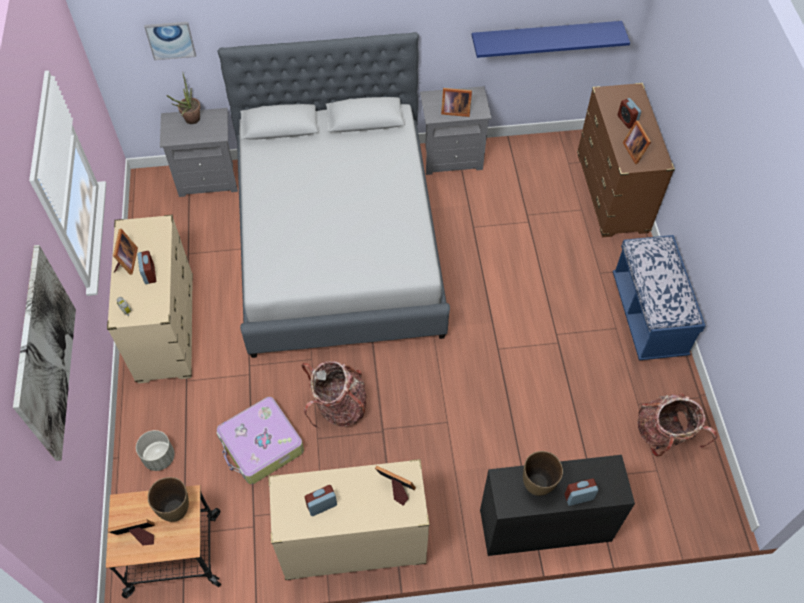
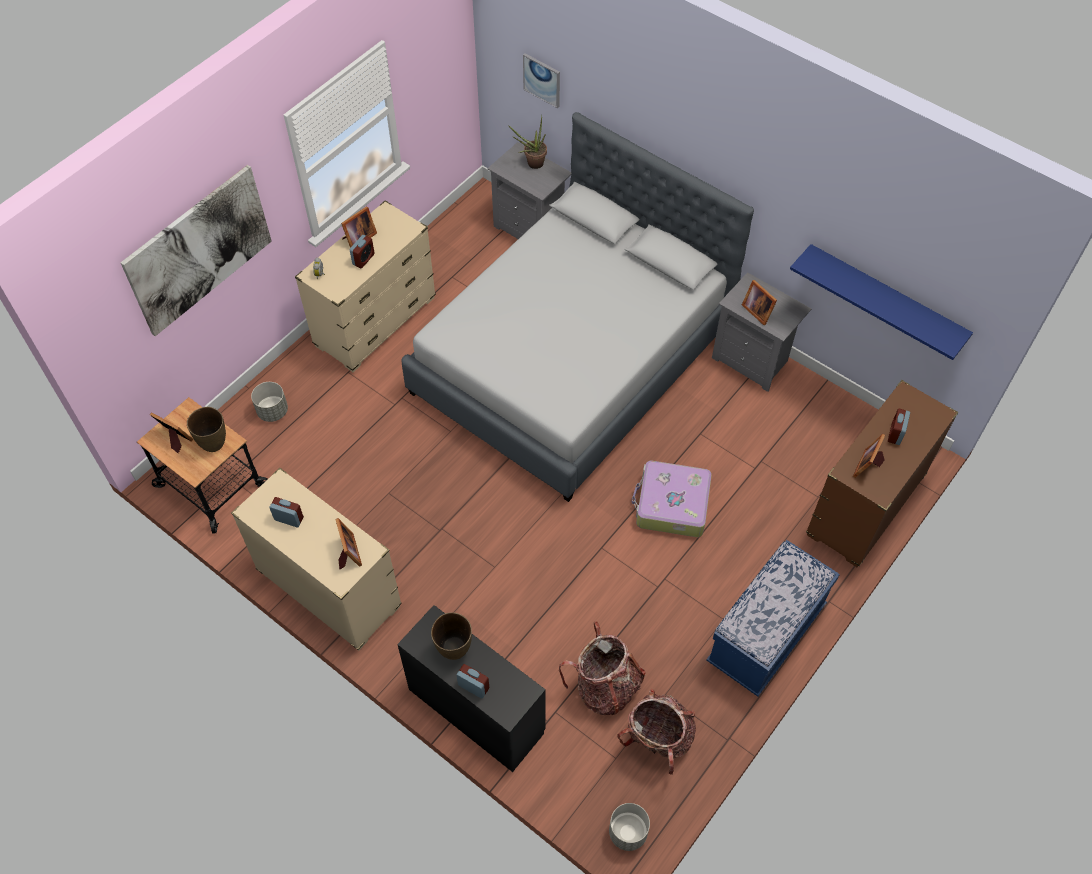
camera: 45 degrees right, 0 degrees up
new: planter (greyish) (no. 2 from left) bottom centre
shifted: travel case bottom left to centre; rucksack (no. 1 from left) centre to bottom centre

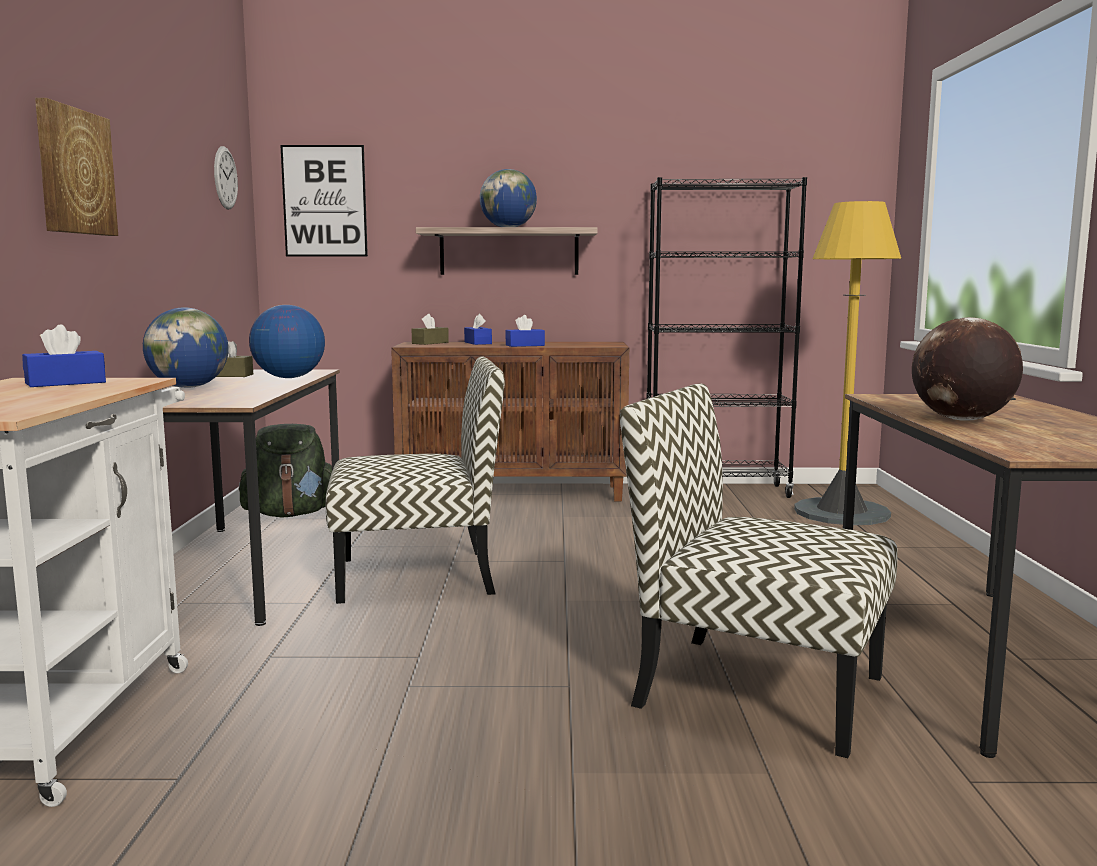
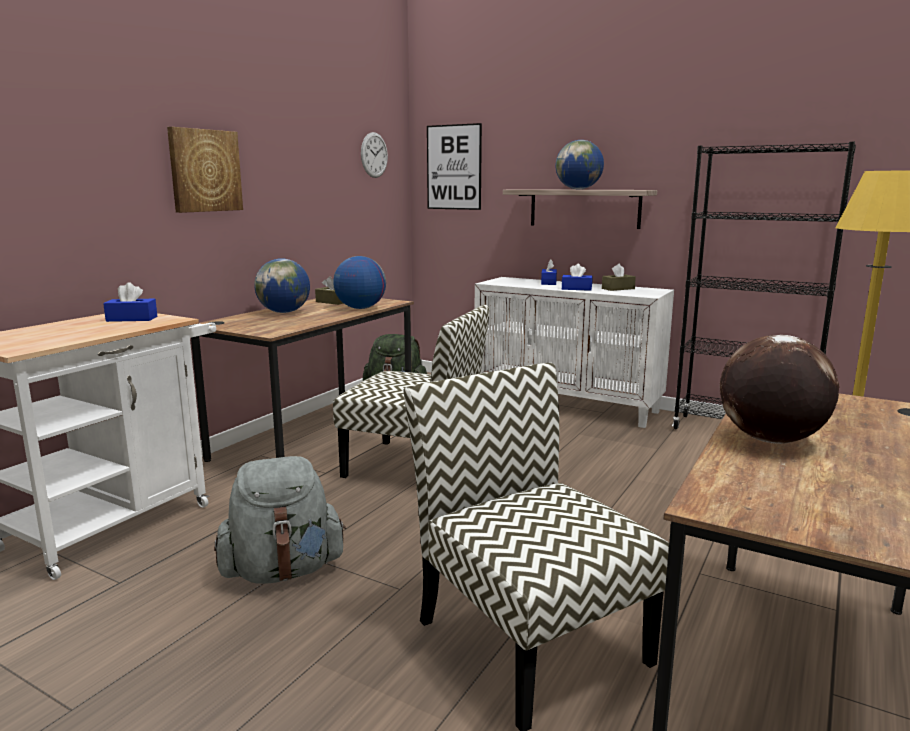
camera: 30 degrees right, 5 degrees up
new: rucksack (greyish) bottom left
shifted: box of tissues (brownish) (no. 2 from left) centre to middle right
repainted: storage cabinet (brownish) centre to storage cabinet (white) centre

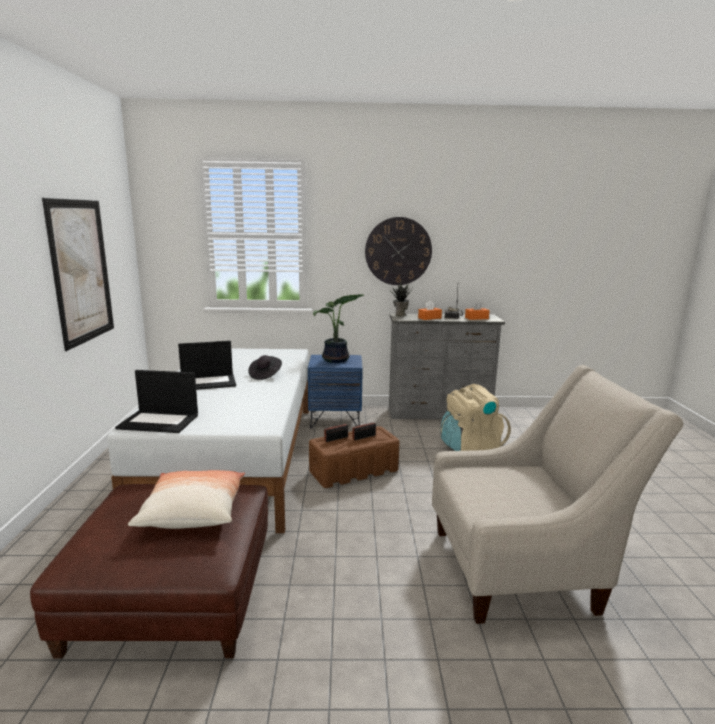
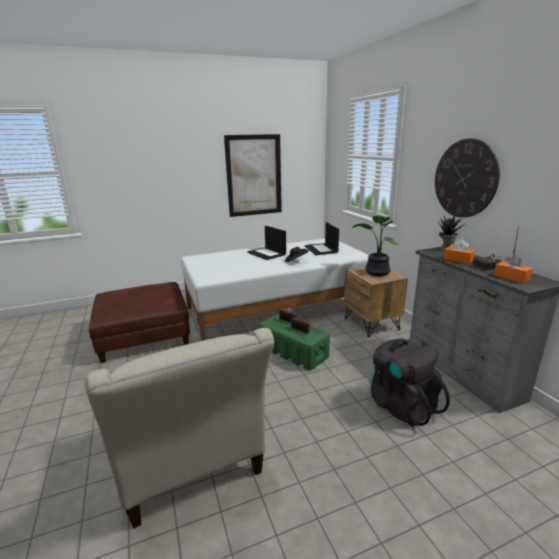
camera: 70 degrees right, 5 degrees up
gone: throw pillow bottom left
shifted: portable computer (no. 1 from left in the first image) middle left to portable computer (no. 2 from left) centre
repainted: bedside table (blue-coloured) centre to bedside table (brownish) middle right; storage bin (brownish) centre to storage bin (green) centre; rucksack (beige-coloured) centre to rucksack (black) bottom right

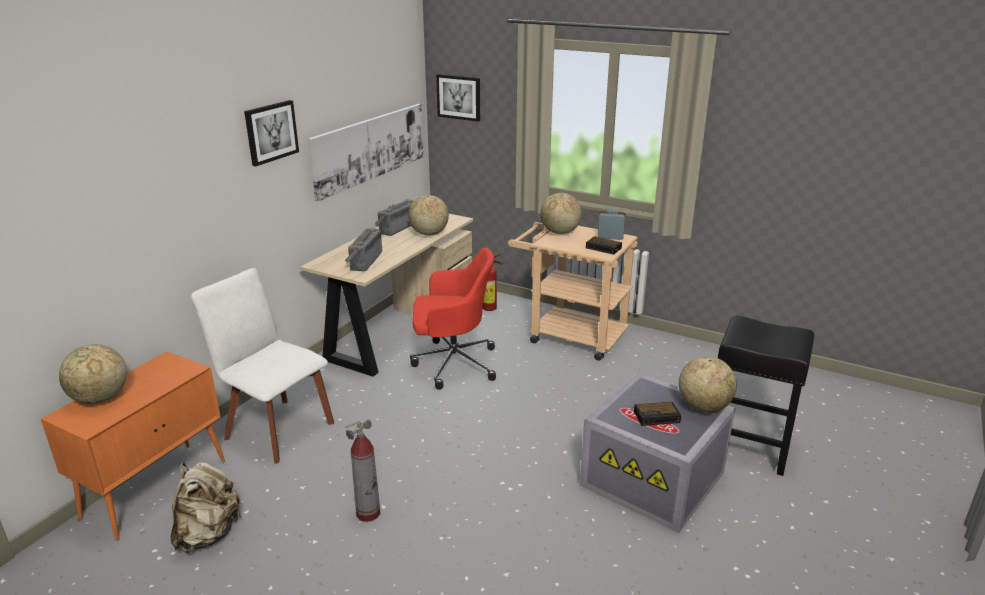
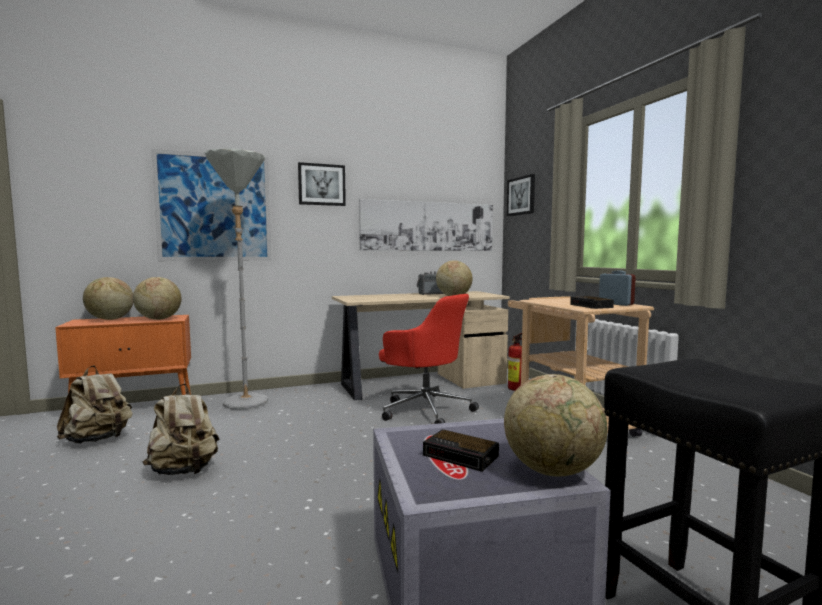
camera: 40 degrees right, 20 degrees down
gone: radio receiver (no. 1 from left) centre
new: wall art (no. 1 from left) middle left
shifted: globe (no. 3 from left in the first image) centre to globe (no. 2 from left) middle left
swapped: plain chair (white) middle left to standard lamp (greyish) middle left; fire extinguisher (no. 1 from left) bottom centre to rucksack (beige-coloured) (no. 2 from left) bottom left

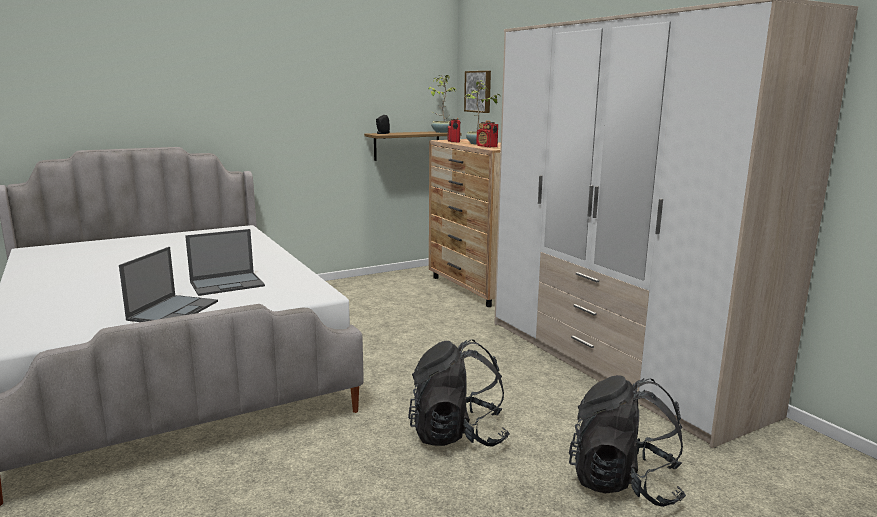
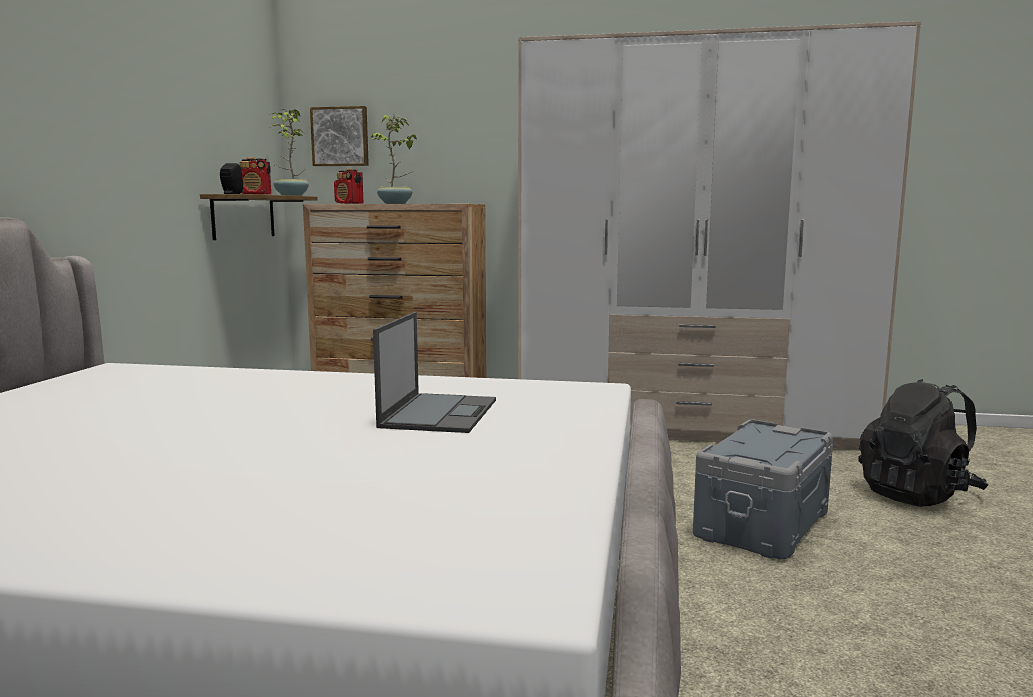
camera: 50 degrees left, 5 degrees down
gone: portable computer (no. 1 from left) middle left
shifted: radio receiver (no. 2 from left in the first image) top centre to radio receiver (no. 1 from left) top left
swapped: rucksack (black) (no. 1 from left) bottom centre to storage bin (greyish) bottom right

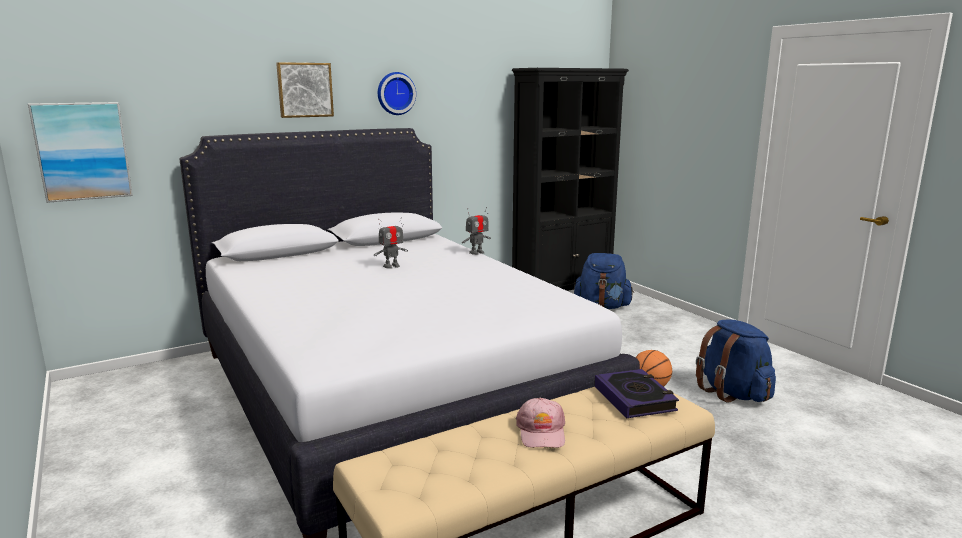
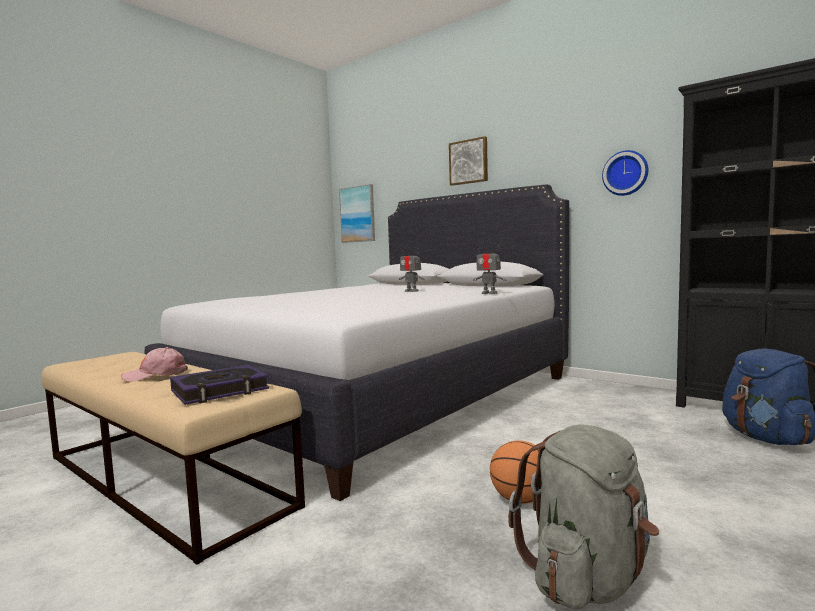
camera: 70 degrees right, 10 degrees down
shifted: hanging clock top centre to top right
repainted: rucksack (blue-coloured) (no. 2 from left) bottom right to rucksack (greyish) bottom right

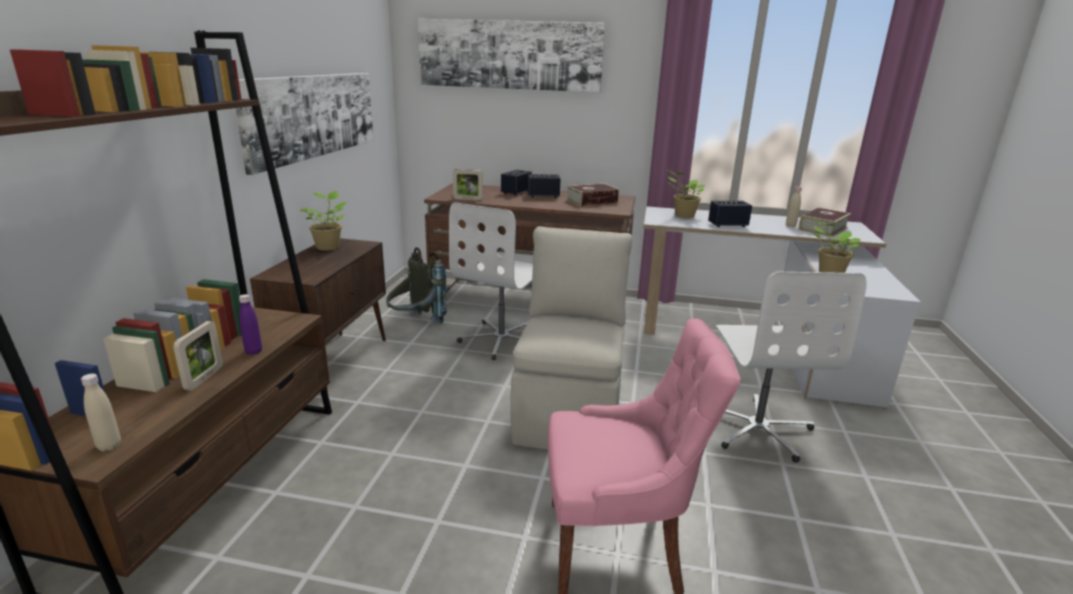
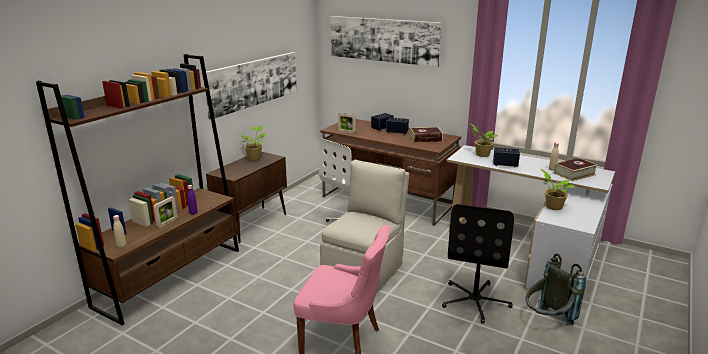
camera: 20 degrees right, 0 degrees up
shifted: rucksack (greyish) centre to bottom right
repainted: office chair (white) (no. 2 from left) middle right to office chair (black) bottom right

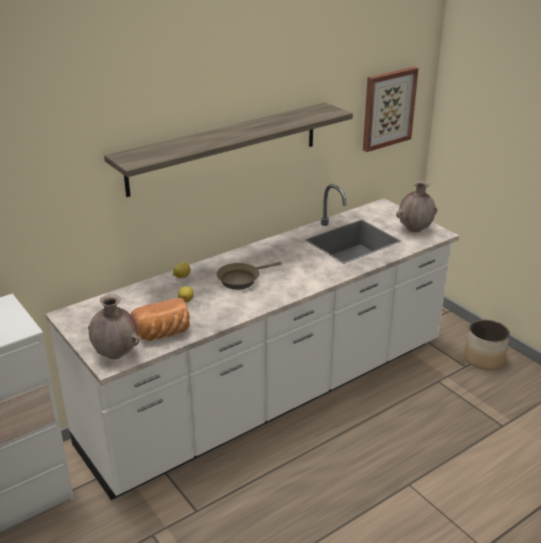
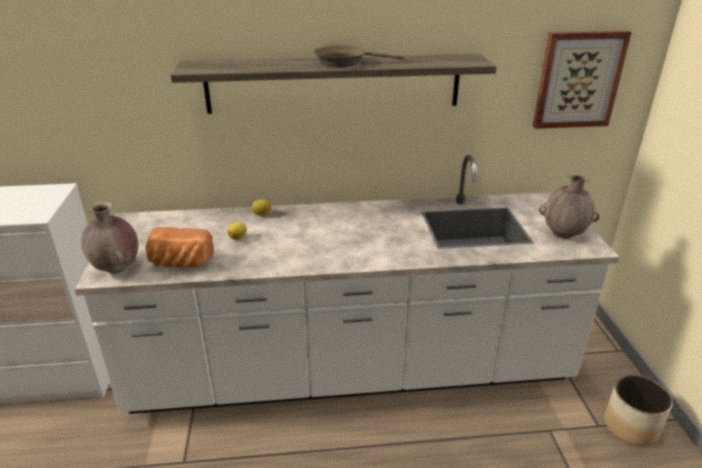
camera: 30 degrees right, 0 degrees up
shifted: frying pan (brownish) centre to top centre

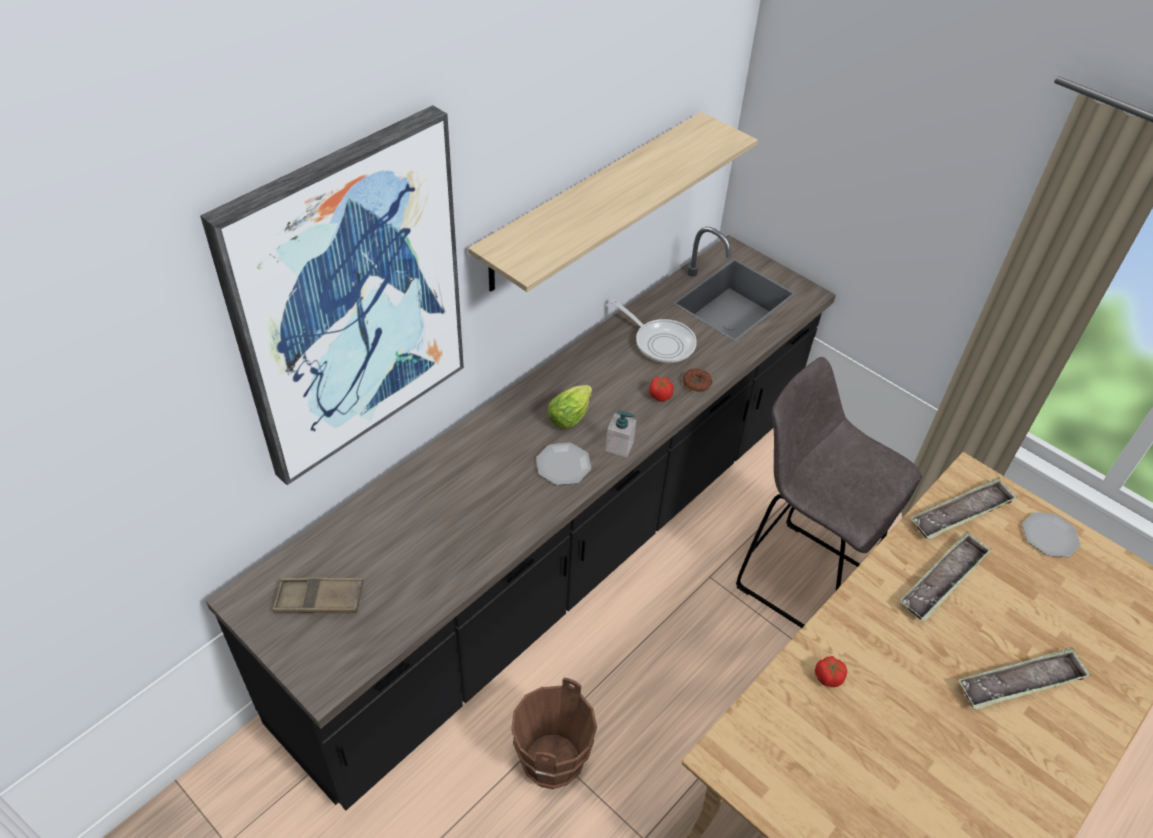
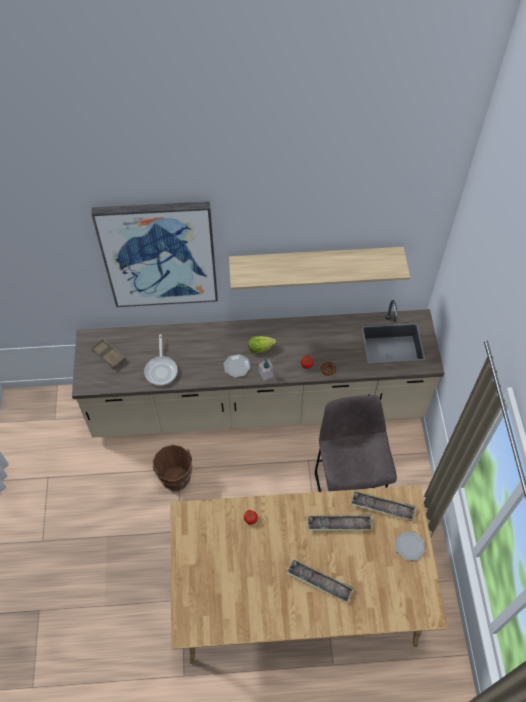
camera: 45 degrees right, 10 degrees up
shifted: frying pan centre to middle left
repainted: counter (black) centre to counter (beige-coloured) centre

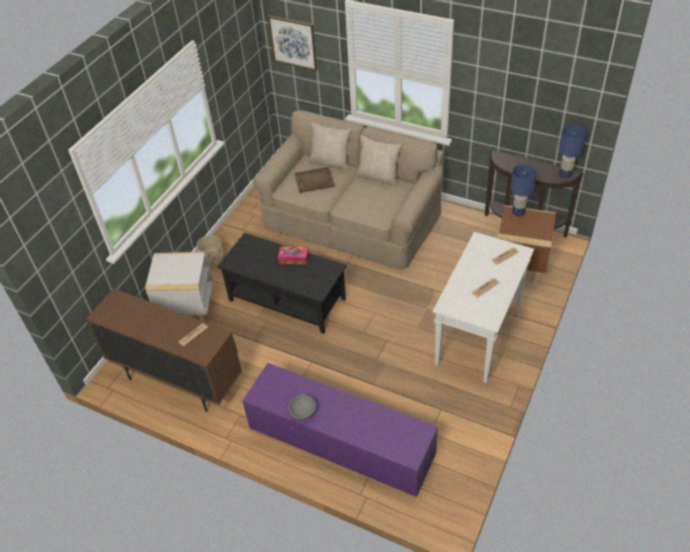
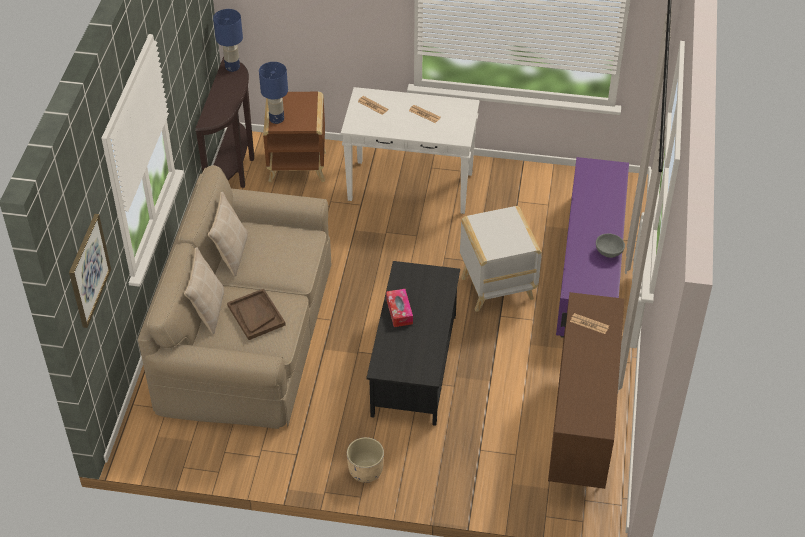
camera: 110 degrees left, 0 degrees up
shifted: end table (white) middle left to centre

